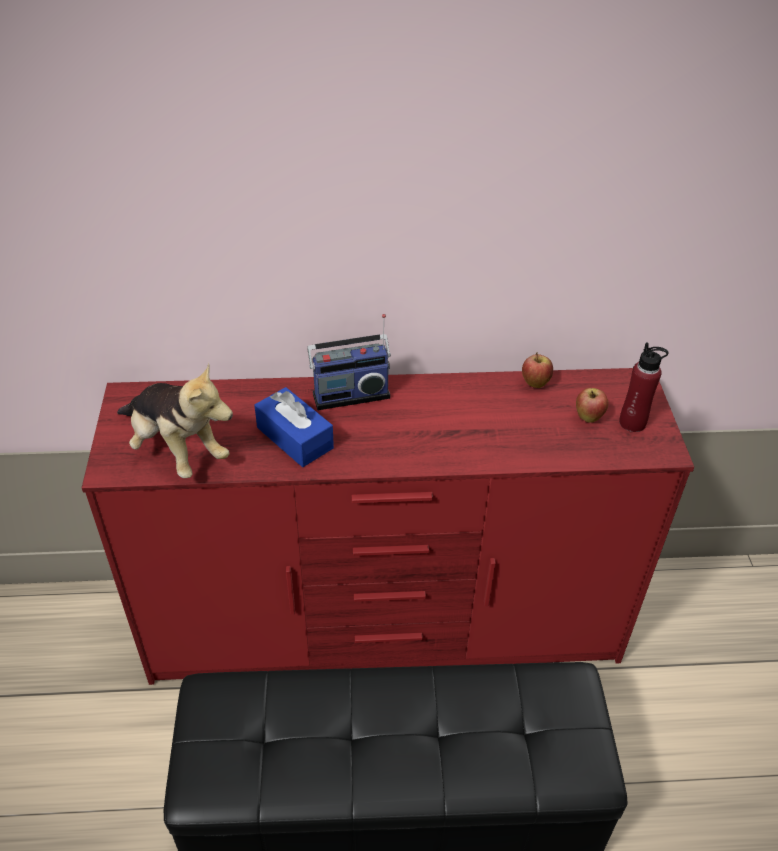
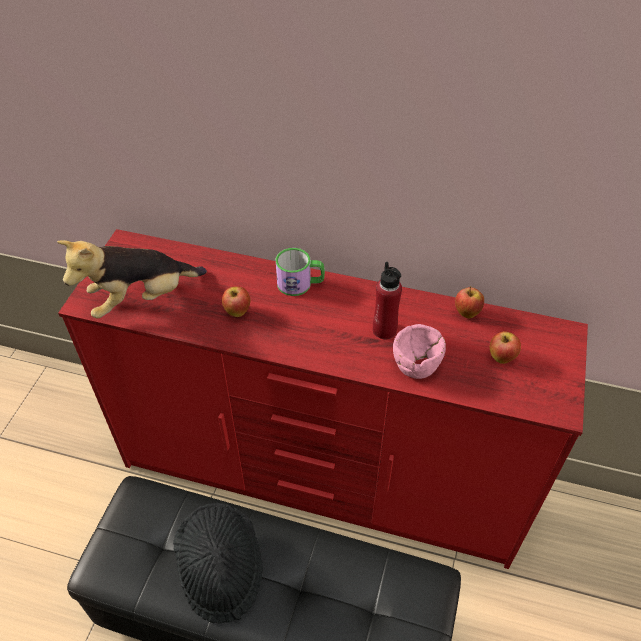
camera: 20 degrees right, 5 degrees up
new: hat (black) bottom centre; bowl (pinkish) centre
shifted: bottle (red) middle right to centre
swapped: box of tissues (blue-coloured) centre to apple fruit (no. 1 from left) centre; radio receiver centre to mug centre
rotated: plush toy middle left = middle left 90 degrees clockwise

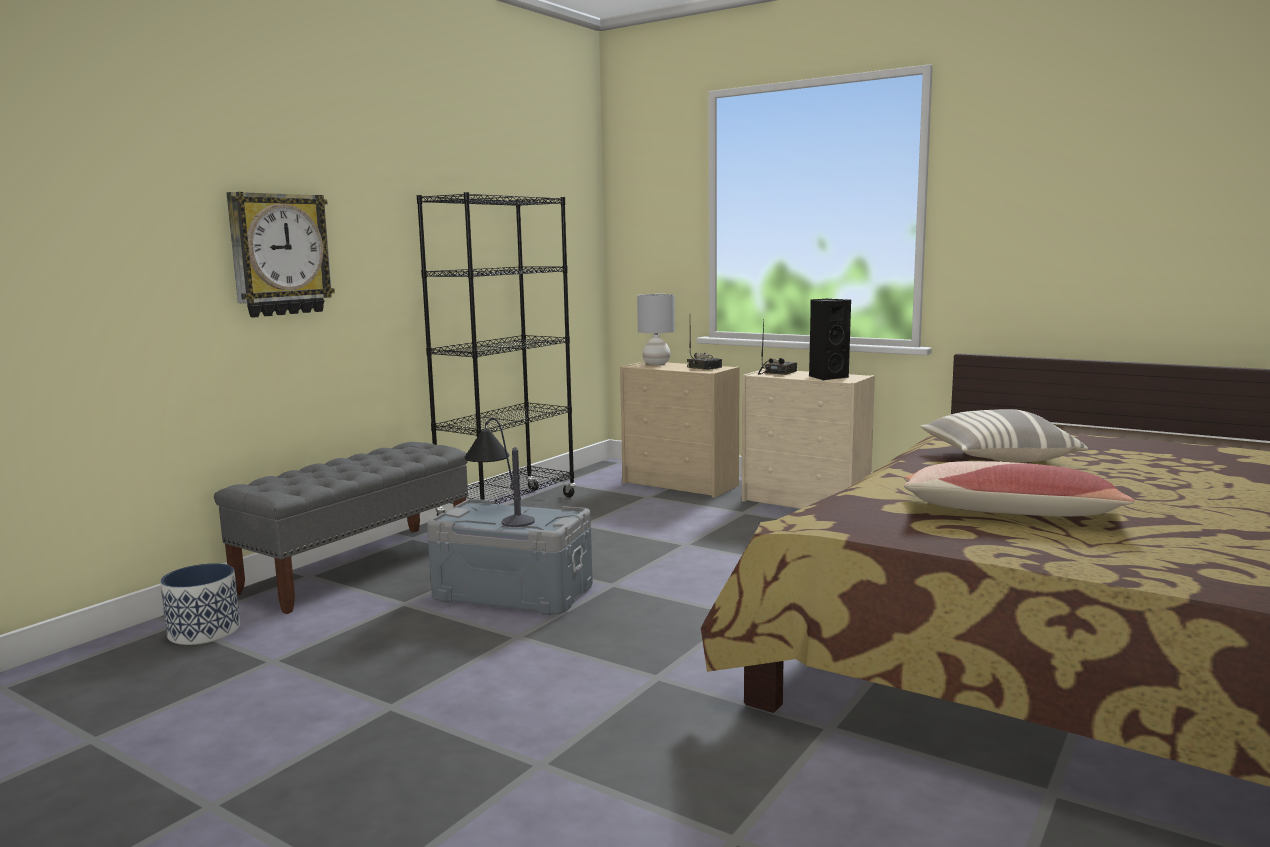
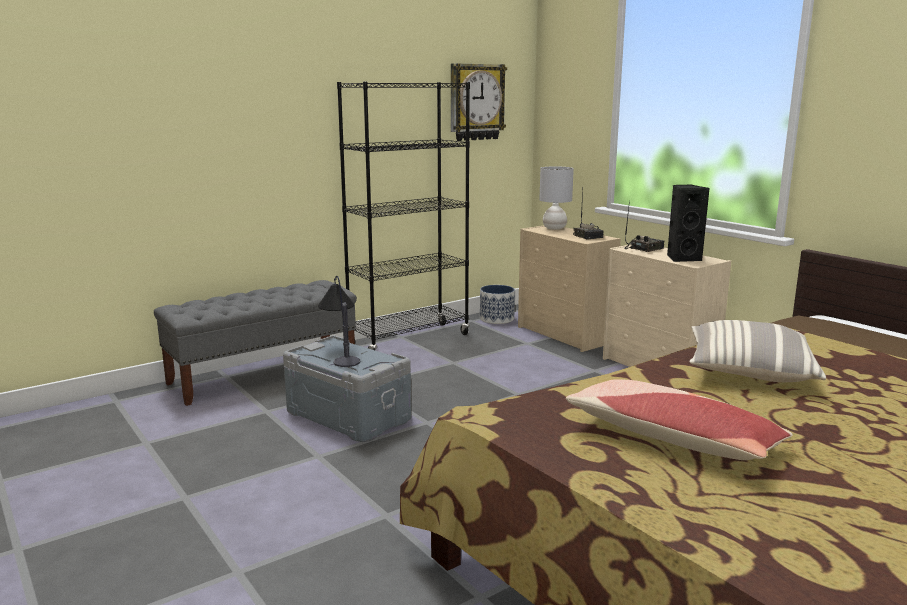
camera: 20 degrees right, 5 degrees up
shifted: planter bottom left to centre; hanging clock top left to top centre

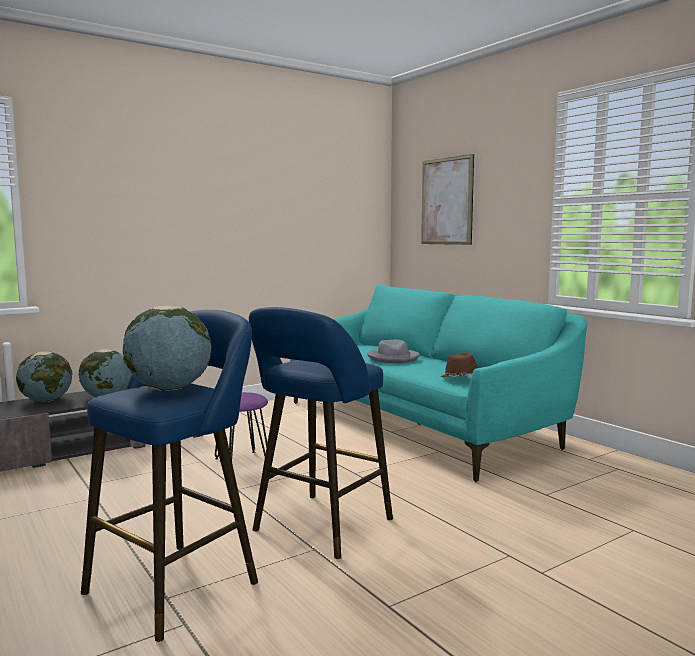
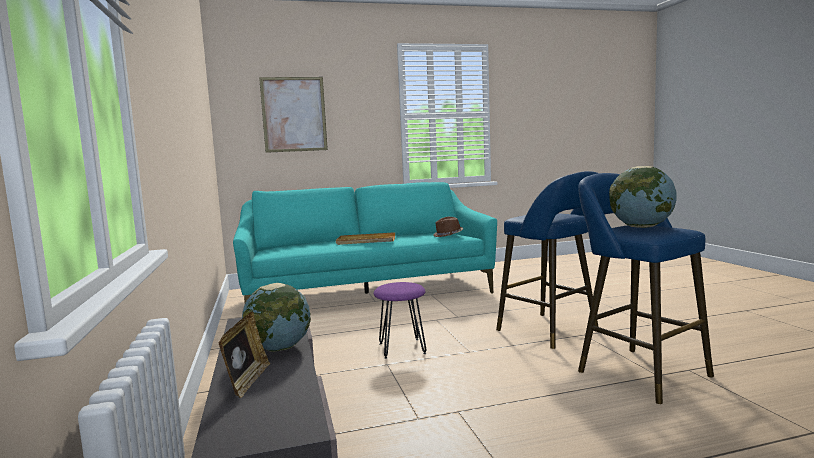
camera: 70 degrees left, 0 degrees up
swapped: globe (no. 1 from left) middle left to photo frame bottom left; hat (greyish) centre to serving tray (beige-coloured) centre

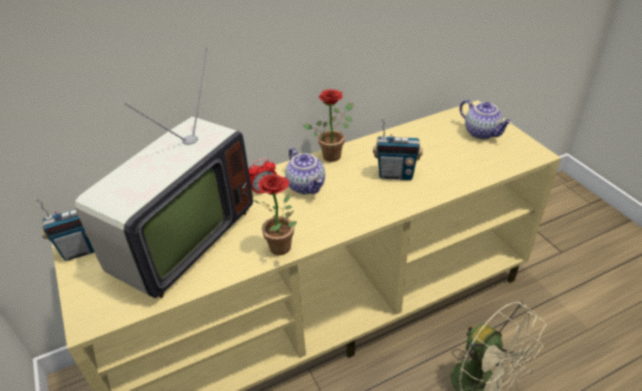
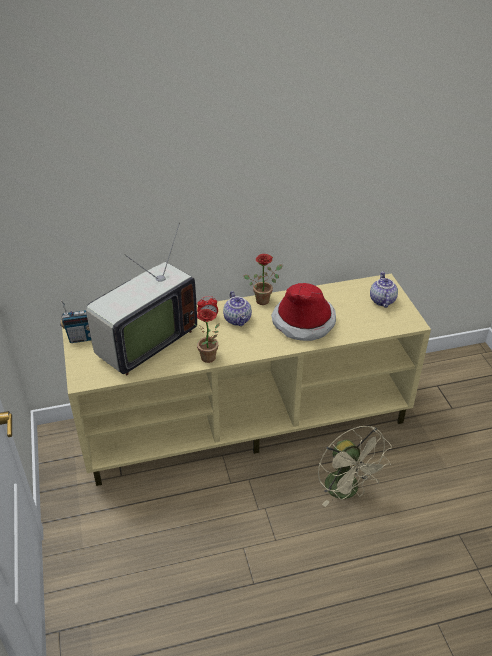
camera: 10 degrees right, 0 degrees up
swapped: radio receiver (no. 2 from left) centre to hat centre
rotated: pot for tea (no. 2 from left) top right = middle right 150 degrees counterclockwise

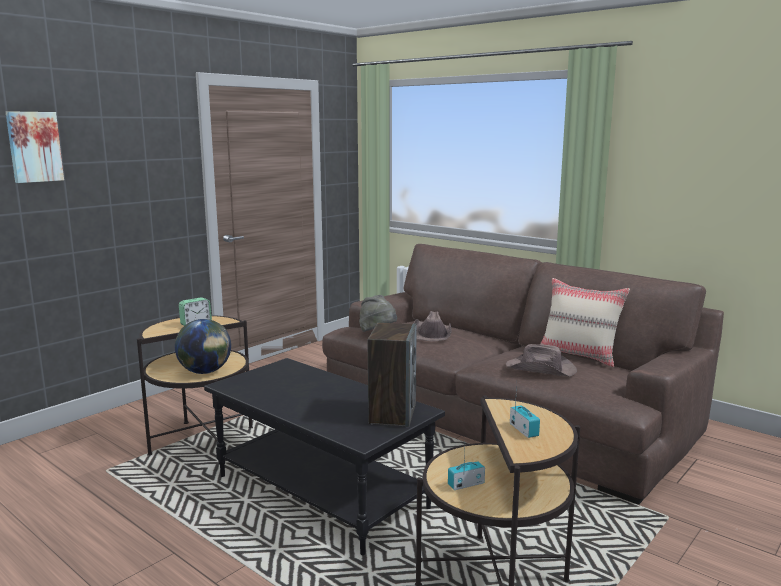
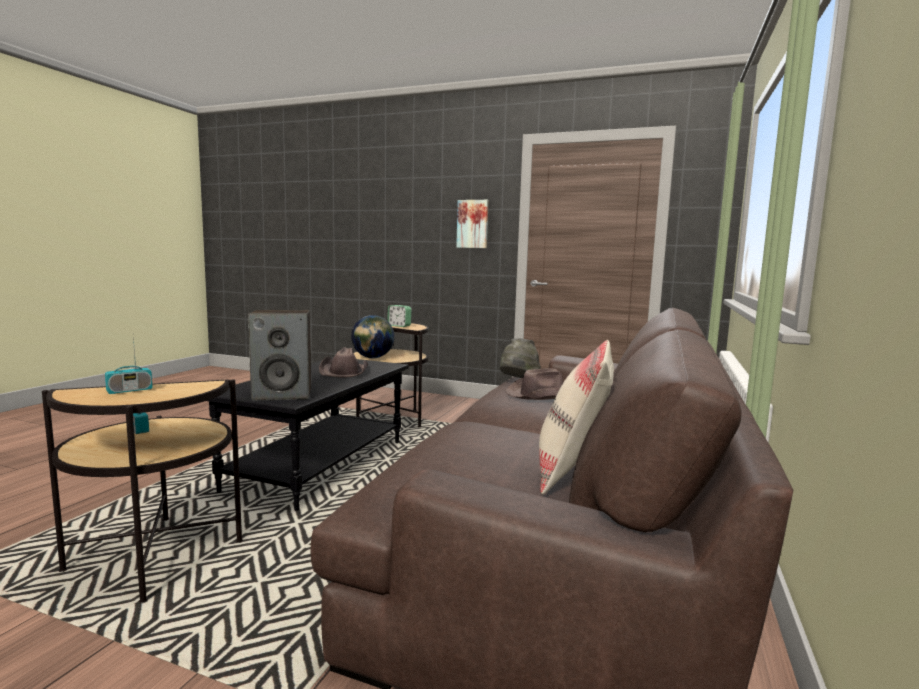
camera: 70 degrees right, 5 degrees down
shifted: wall art top left to top centre; hat (brownish) (no. 2 from left in the first image) middle right to hat (brownish) (no. 1 from left) centre

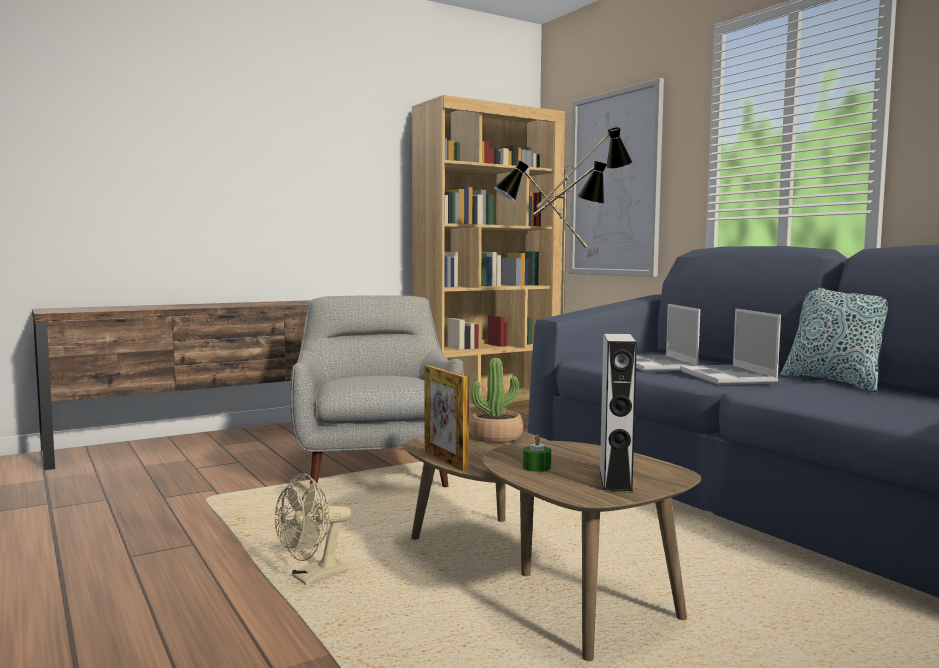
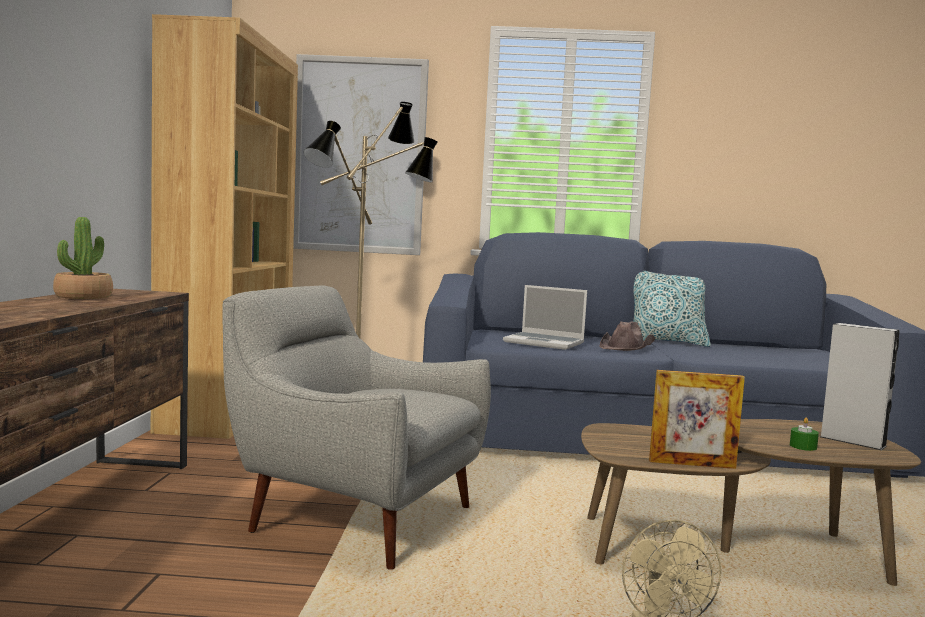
camera: 55 degrees left, 0 degrees up
shifted: potted plant centre to middle left
swapped: portable computer (no. 2 from left) middle right to hat (brownish) middle right

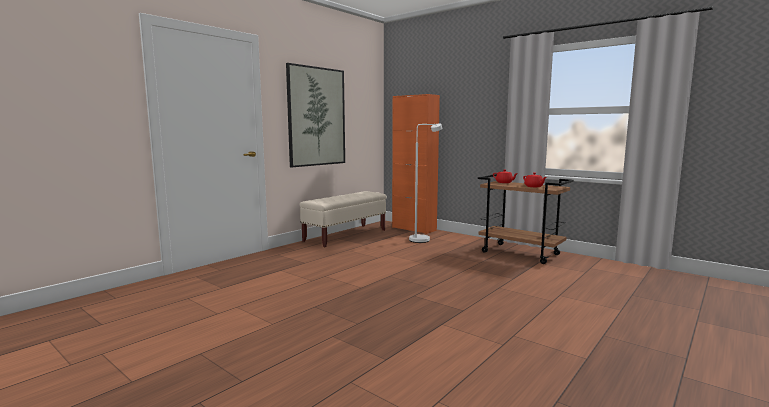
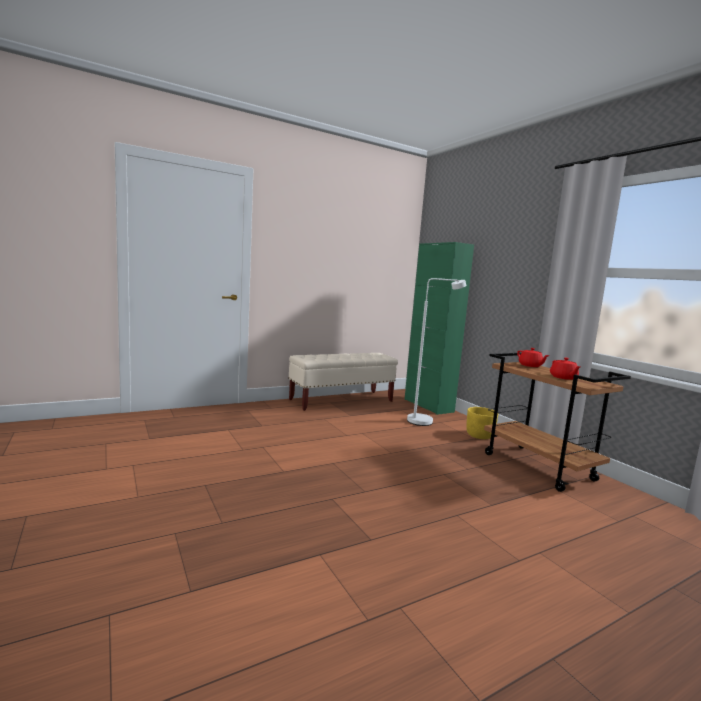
camera: 20 degrees right, 0 degrees up
gone: wall art top centre
new: planter (yellow-coloured) middle right
repainted: storage cabinet (orange-coloured) centre to storage cabinet (green) centre

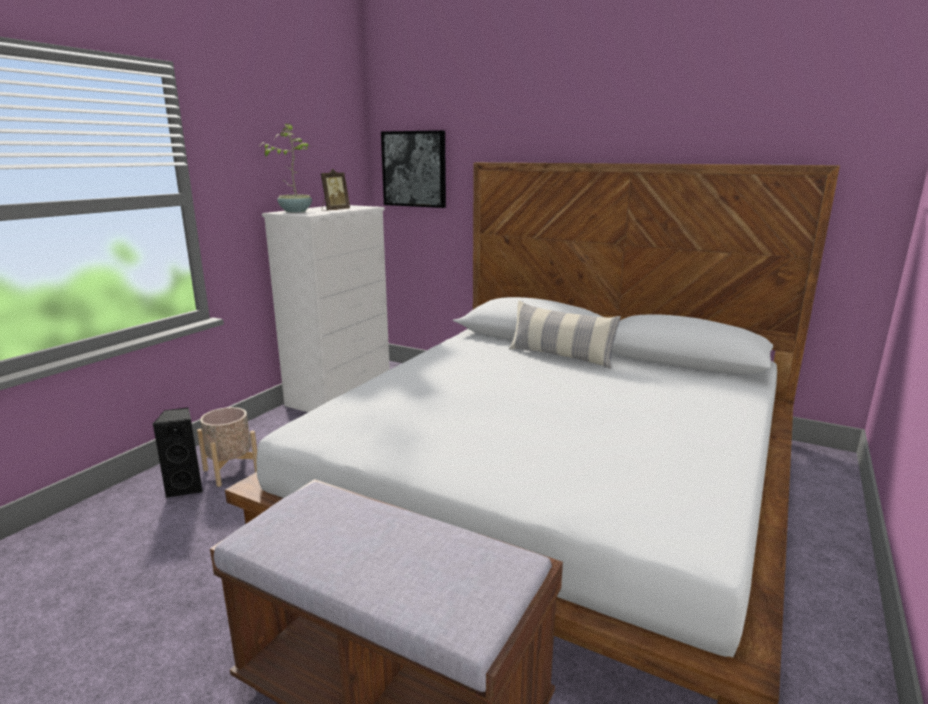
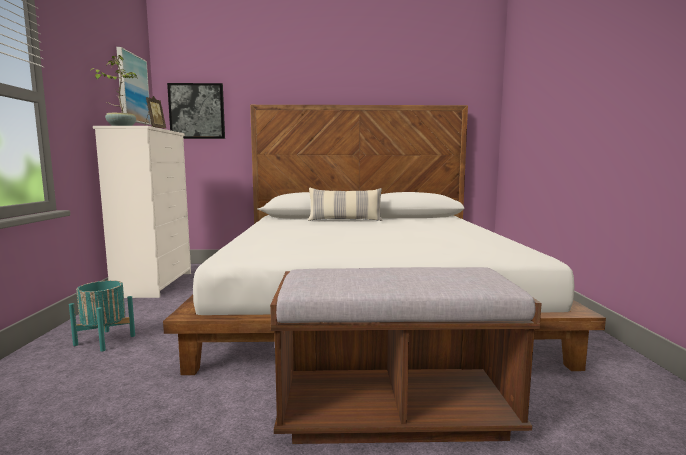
camera: 30 degrees left, 10 degrees down
gone: speaker (black) middle left
new: wall art (no. 1 from left) top left
repainted: planter (beige-coloured) middle left to planter (turquoise-coloured) bottom left

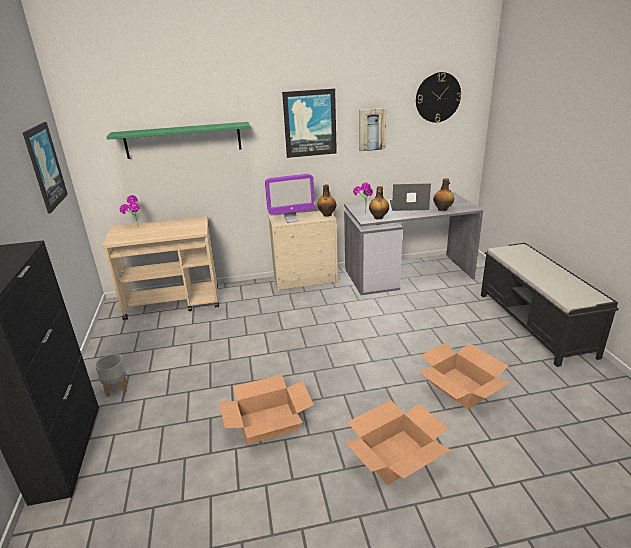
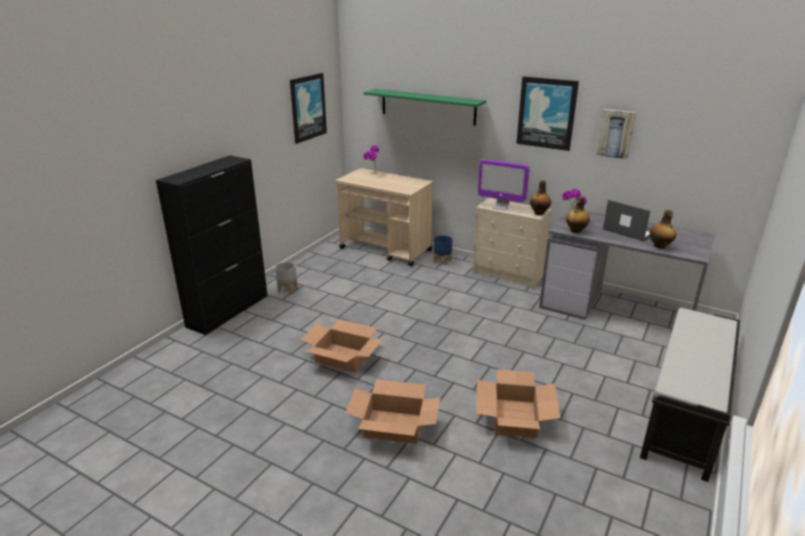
camera: 40 degrees right, 0 degrees up
gone: hanging clock top right
new: planter (blue-coloured) centre

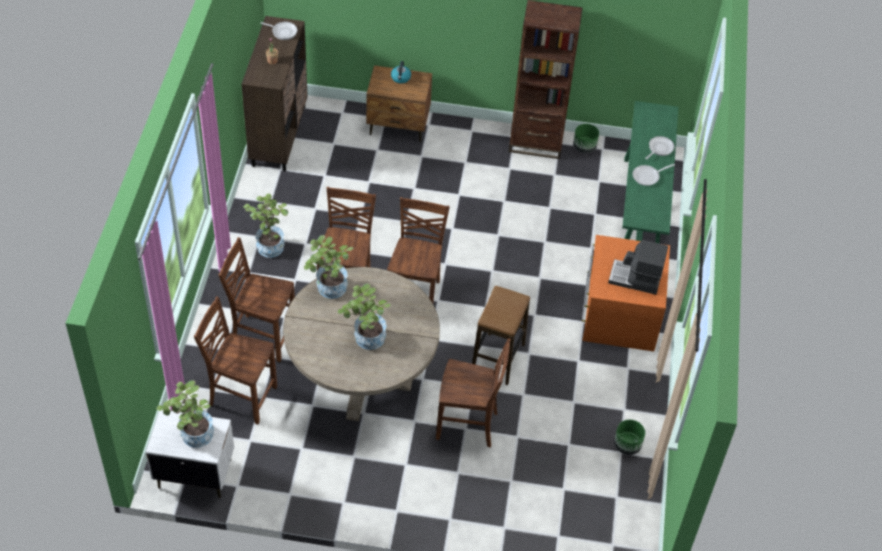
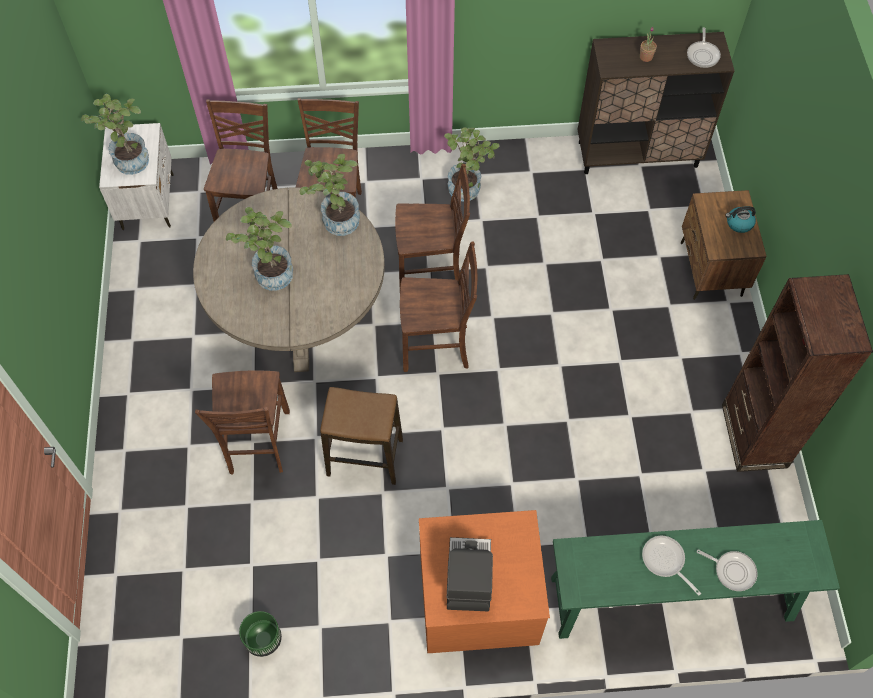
camera: 80 degrees right, 10 degrees up
gone: planter (green) (no. 1 from left) top centre

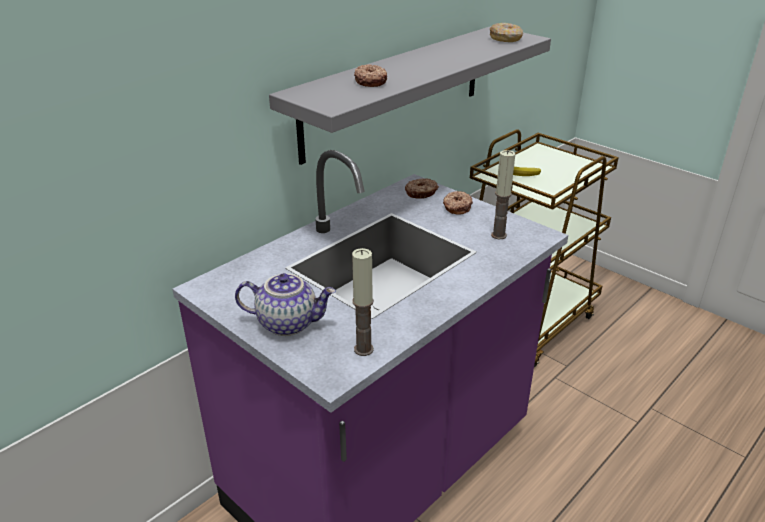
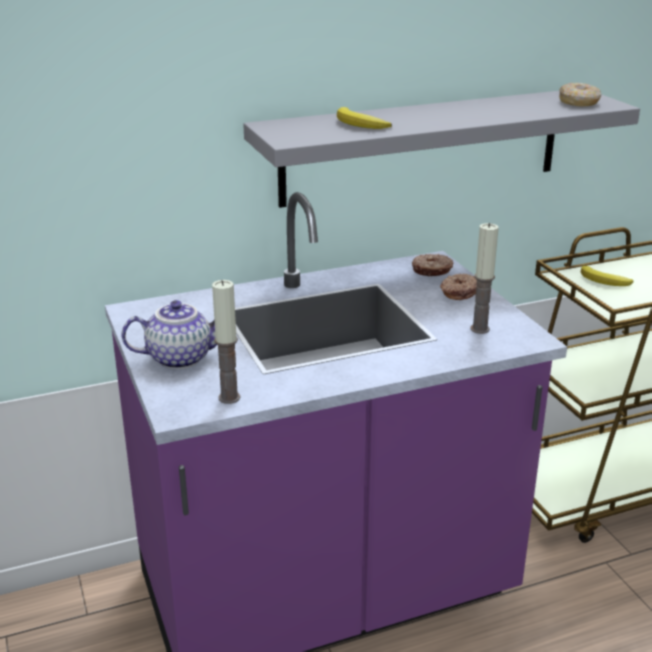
camera: 25 degrees right, 5 degrees down
swapped: donut (no. 1 from left) top centre to banana (no. 1 from left) top centre
rotated: pot for tea centre = middle left 45 degrees counterclockwise

